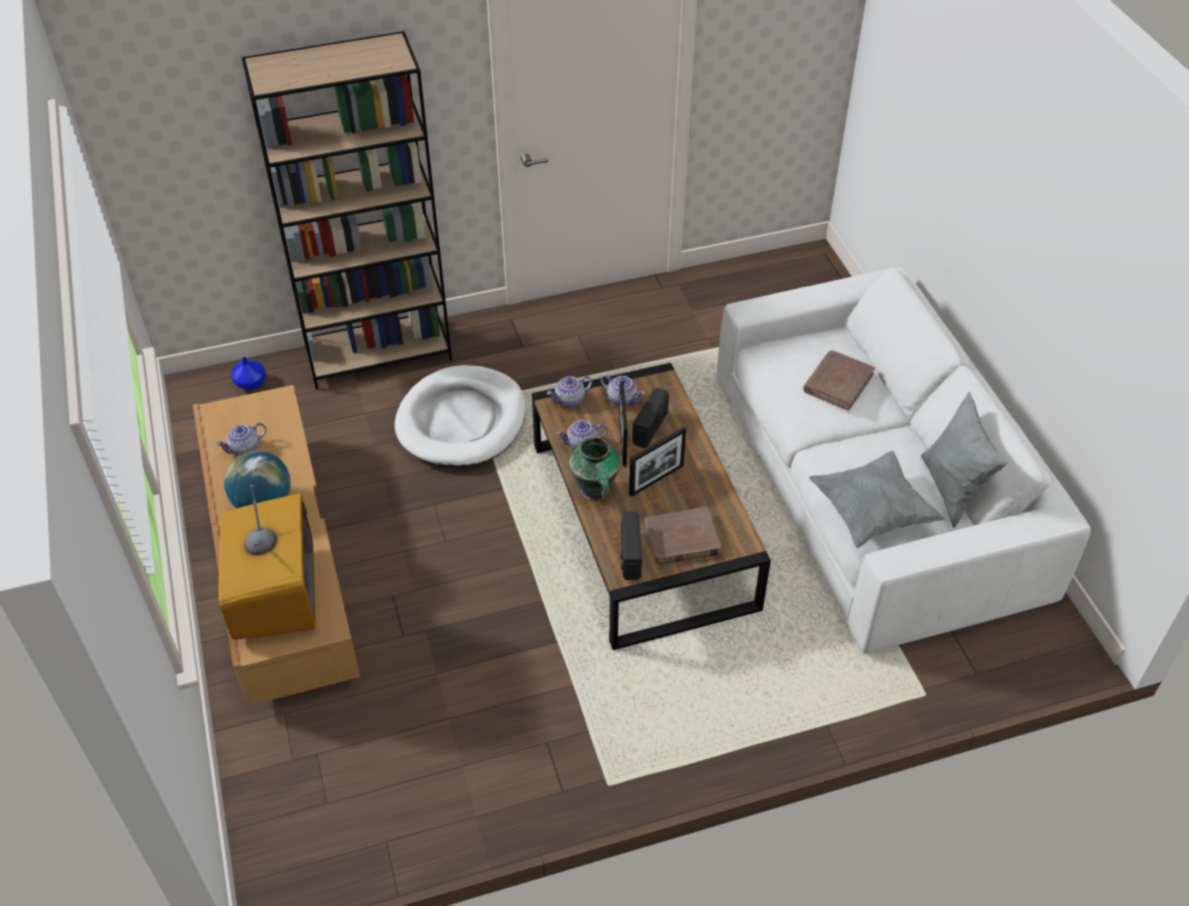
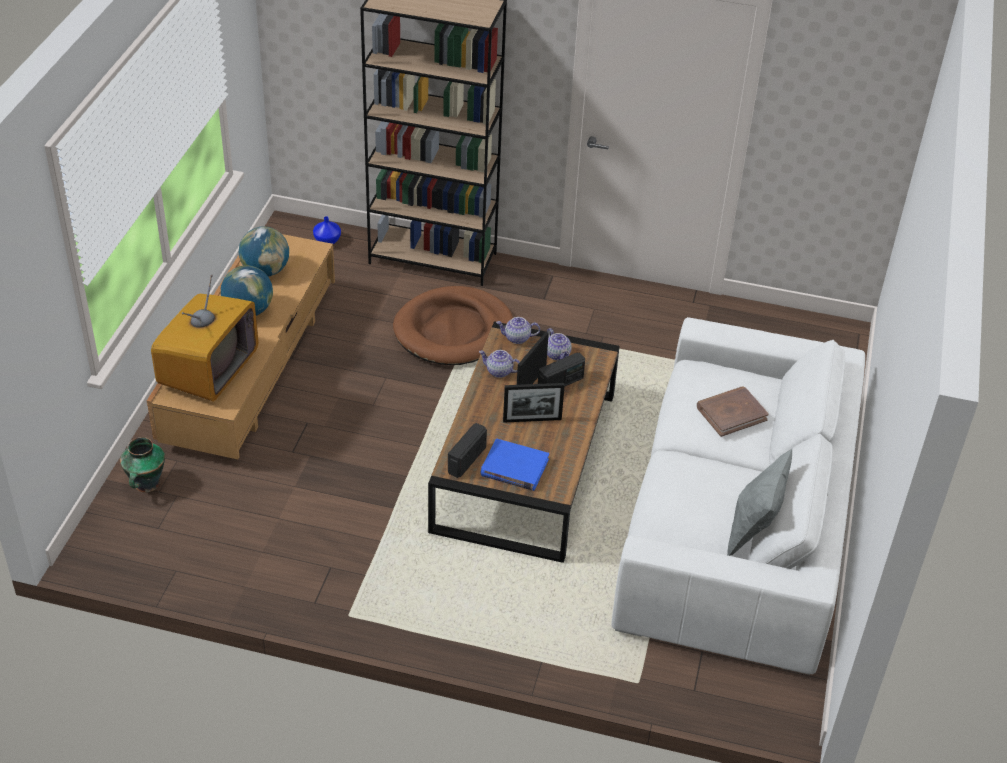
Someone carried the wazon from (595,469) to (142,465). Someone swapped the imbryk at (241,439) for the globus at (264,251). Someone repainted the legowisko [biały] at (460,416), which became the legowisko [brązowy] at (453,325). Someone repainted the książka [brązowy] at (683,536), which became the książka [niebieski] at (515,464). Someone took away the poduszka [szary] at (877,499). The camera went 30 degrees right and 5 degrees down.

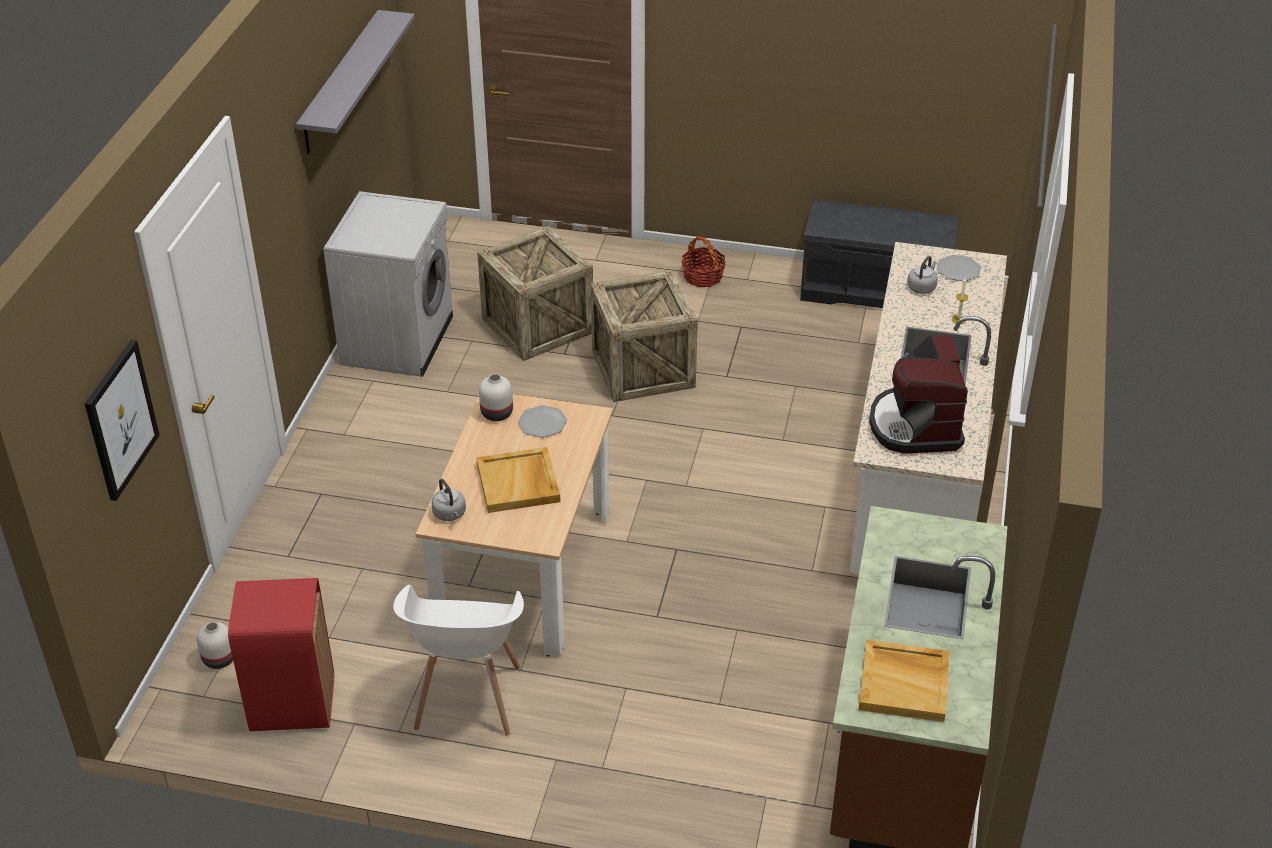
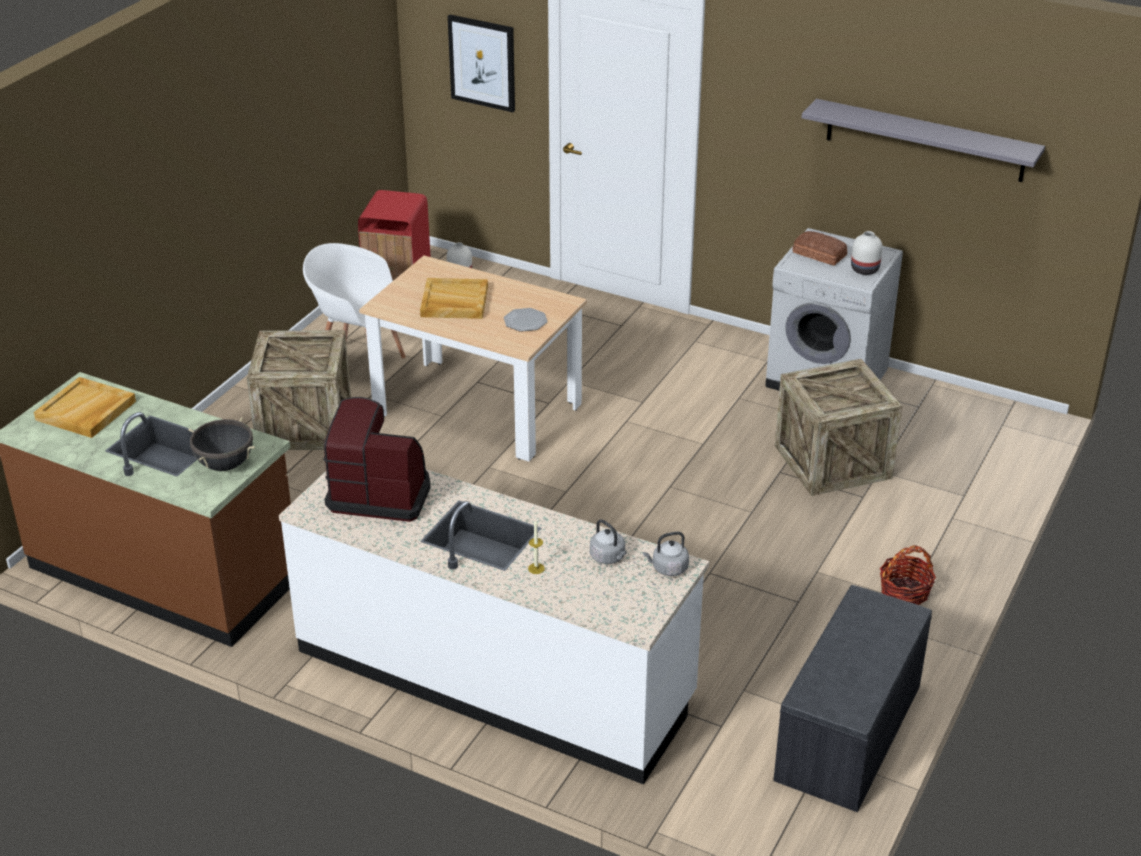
Someone put down the garnek [czarny] at (221,444). Someone carried the skrzynka from (644,336) to (299,390). Someone carried the czajnik [szary] from (449,500) to (666,554). Someone put down the chleb at (820,248). Someone carried the wazon [biały] from (496,397) to (867,253). Someone took away the talerz at (958,268). The camera went 105 degrees right and 5 degrees down.

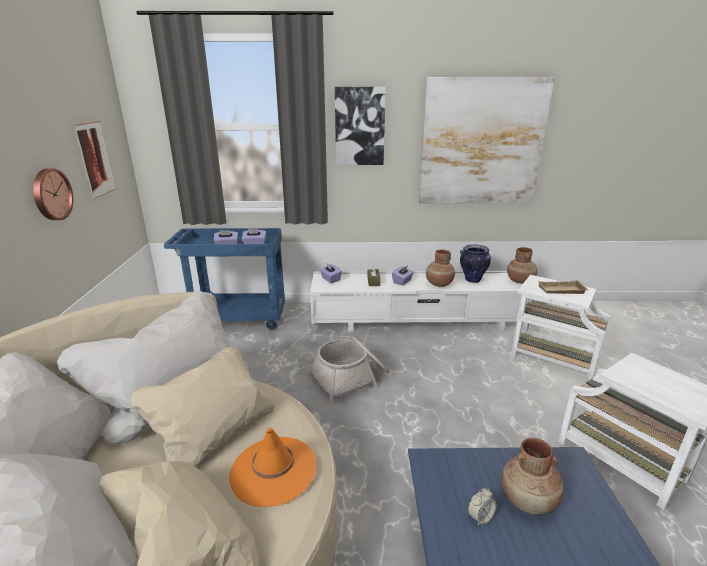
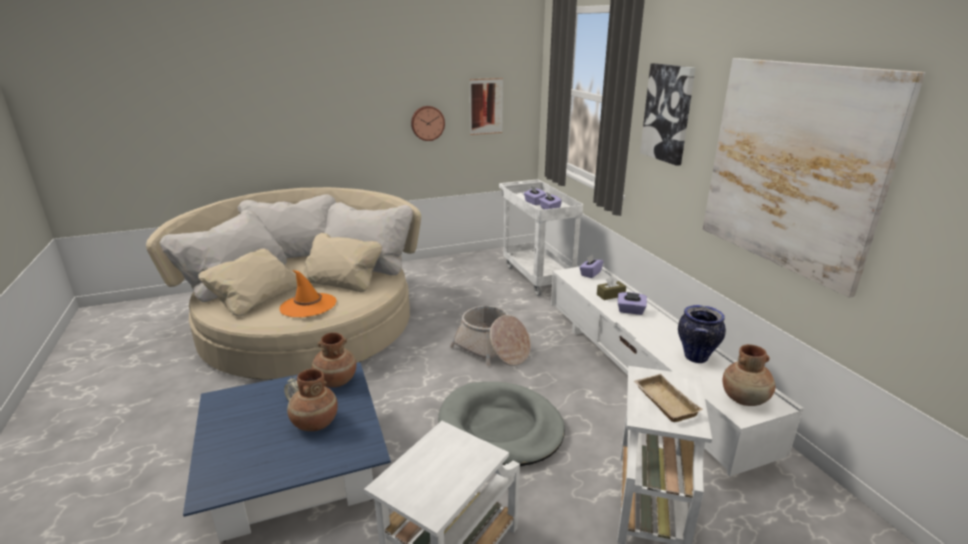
Someone carried the wazon [brązowy] from (440,268) to (334,360). Someone put down the legowisko [szary] at (501,424). Someone repainted the wózek [niebieski] at (224,279), which became the wózek [biały] at (541,237). The camera went 70 degrees right and 0 degrees up.

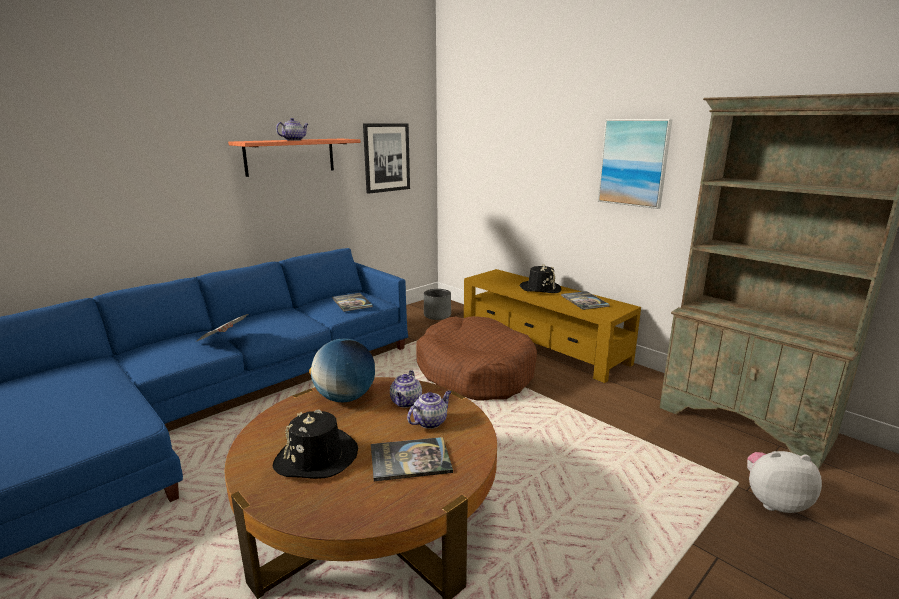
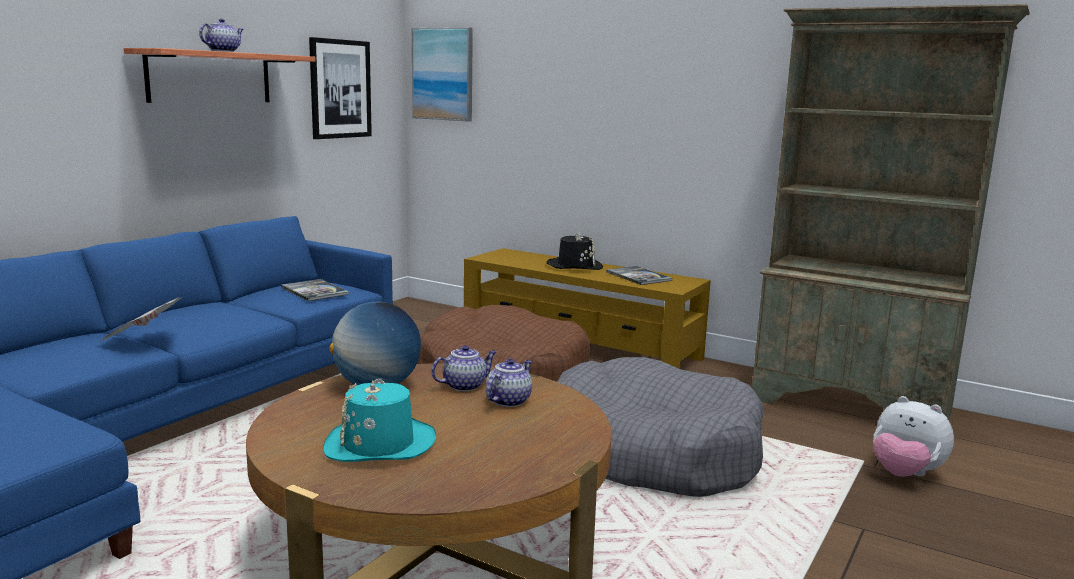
Someone repainted the kapelusz [czarny] at (315,444), which became the kapelusz [turkusowy] at (379,420). Someone carried the obraz from (635,164) to (442,74). Someone rotated the imbryk at (406,389) by 120 degrees counterclockwise. Someone put down the legowisko [szary] at (660,427). Someone rotated the pluszak at (784,482) by 135 degrees counterclockwise. Someone took away the książka at (412,459). Someone took away the donica [szary] at (437,304). The camera went 15 degrees left and 5 degrees down.

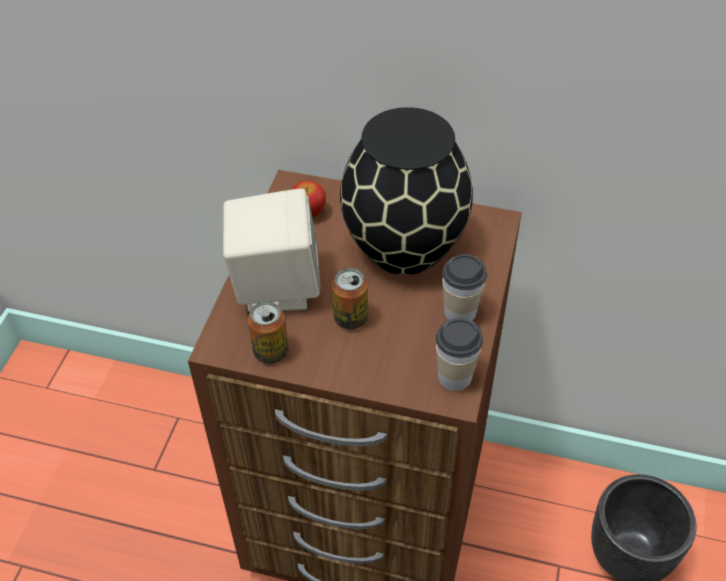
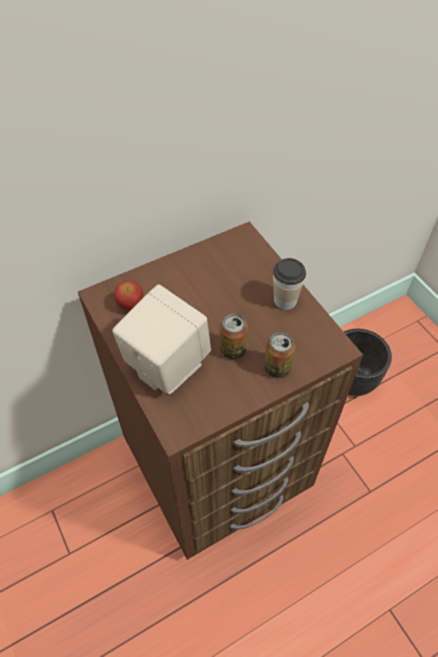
Someone carried the puszka from (268,332) to (279,355). Someone took away the wazon [czarny] at (406,191). Someone took away the filiżanka at (459,354). The camera went 45 degrees left and 5 degrees up.

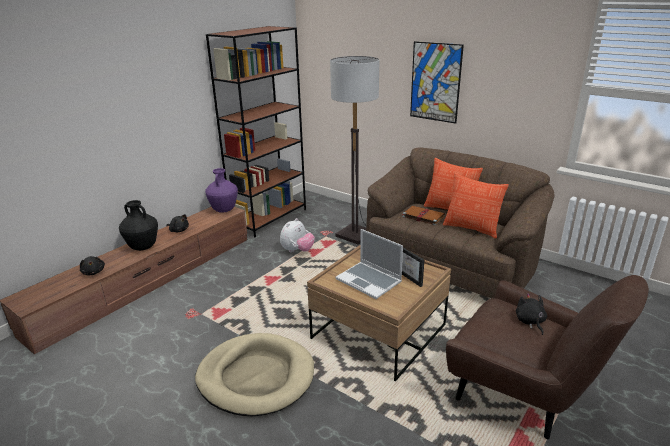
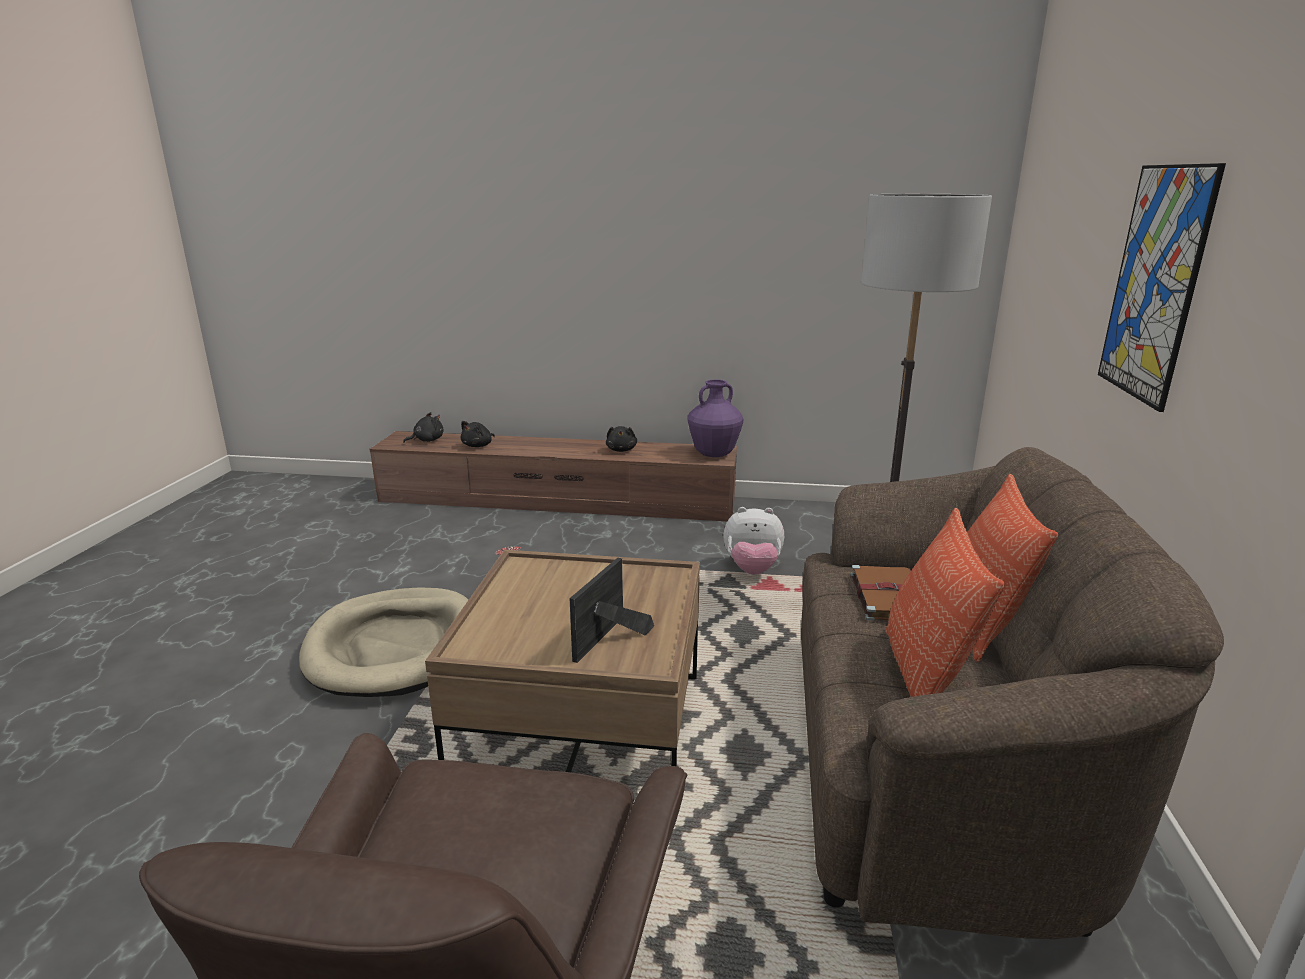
Someone carried the pluszak [czarny] from (531,314) to (423,427). Someone took away the wazon [czarny] at (138,225). Someone took away the regał [brązowy] at (256,131). Someone took away the laptop at (369,264). The camera went 60 degrees right and 5 degrees down.

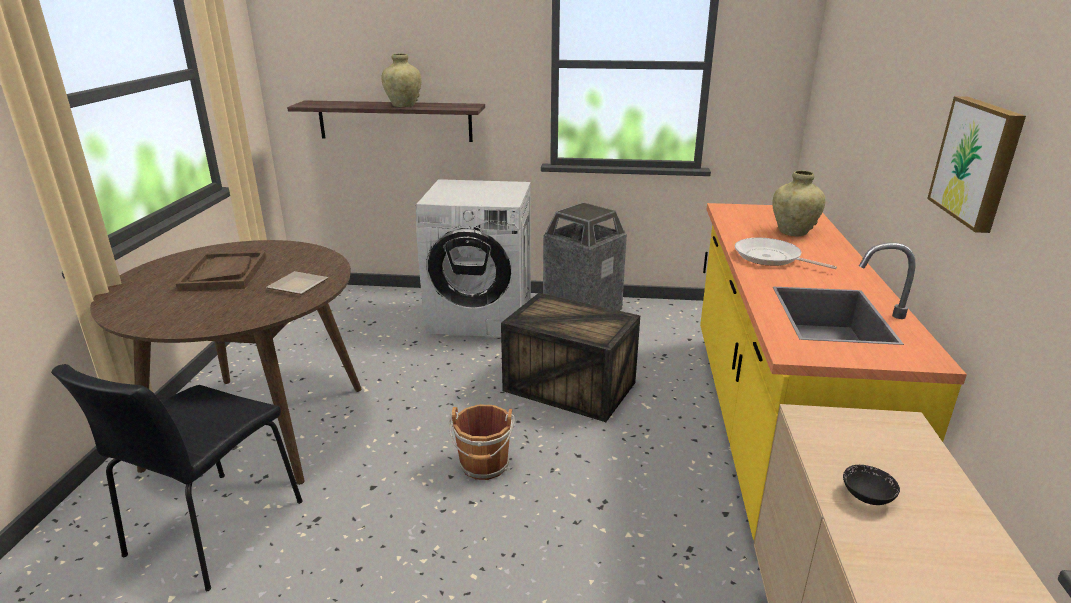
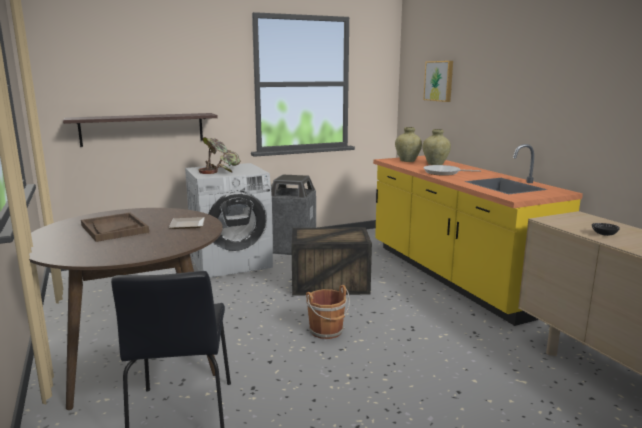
Someone put down the roślina doniczkowa at (220,155). Someone carried the wazon [beżowy] from (401,80) to (408,144). Someone carried the obraz from (976,164) to (438,81). The camera went 30 degrees left and 10 degrees down.

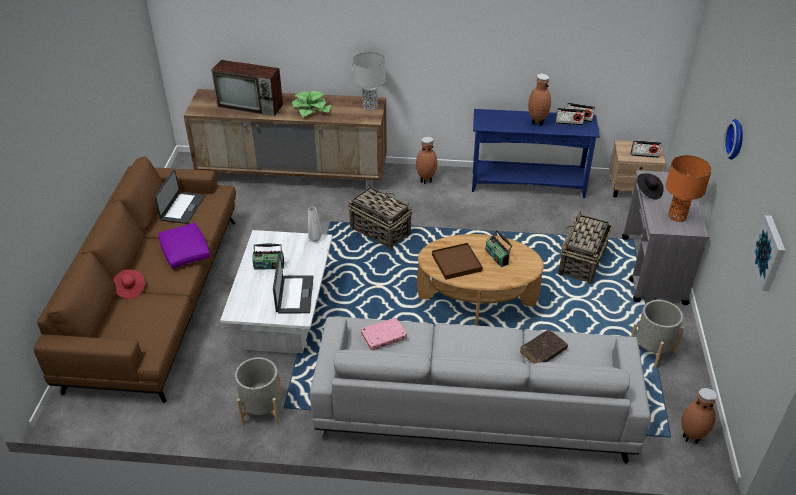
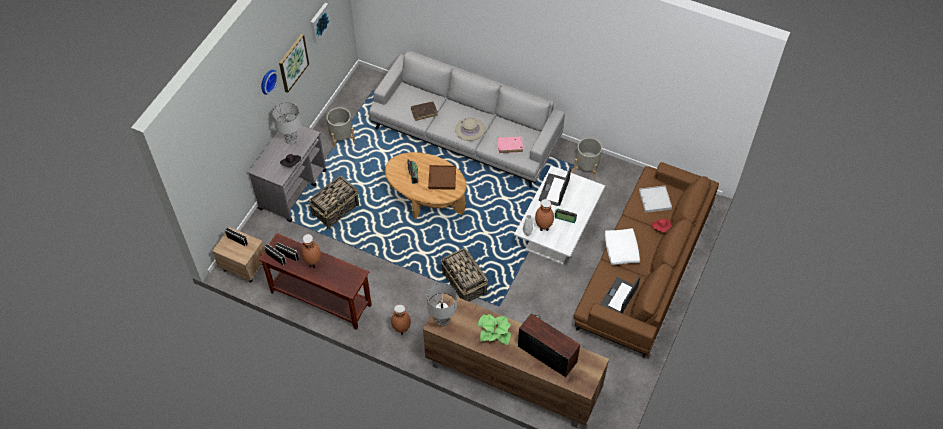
Someone repainted the stolik konsolowy [niebieski] at (536,153), which became the stolik konsolowy [brązowy] at (315,281). Someone repainted the lampa stołowa [pomarańczowy] at (689,188), which became the lampa stołowa [biały] at (286,123). Someone put up the obraz at (294,63). Someone put down the kapelusz [beżowy] at (470,129). Someone carried the wazon [brązowy] from (699,416) to (544,215). Someone repainted the poduszka [fioletowy] at (184,245), which became the poduszka [biały] at (622,246). Someone put down the taca [biały] at (655,199). The camera went 160 degrees left and 15 degrees up.

